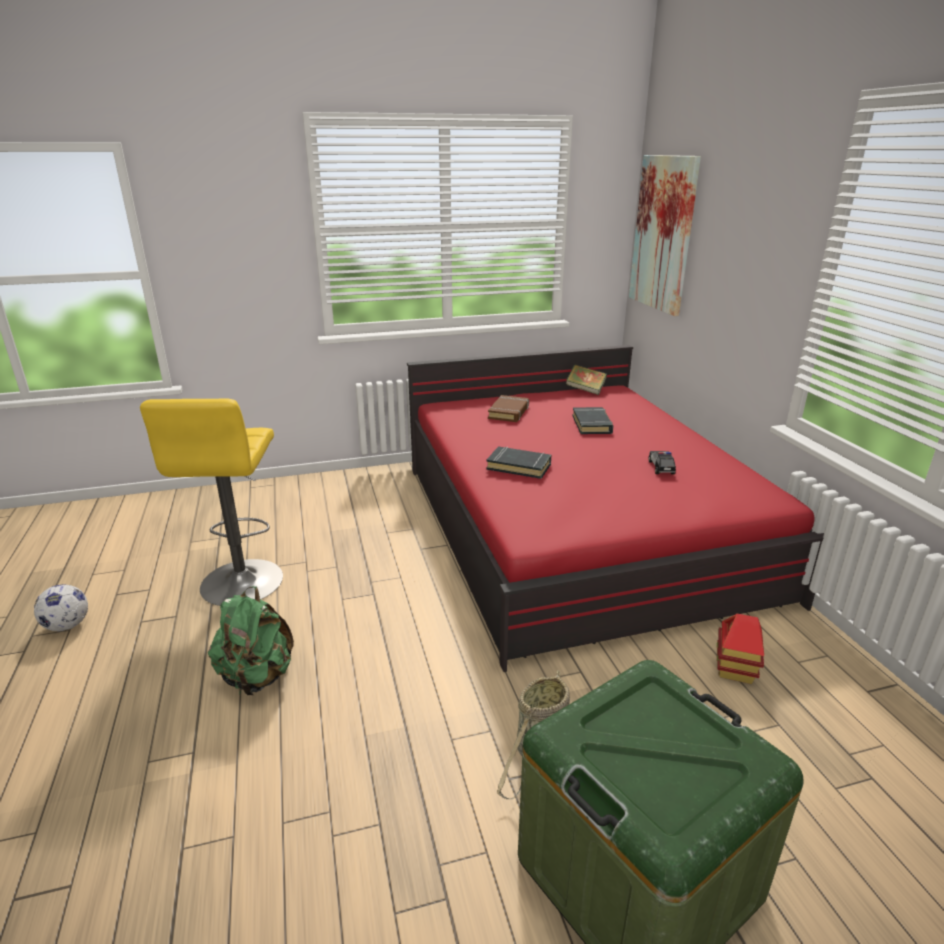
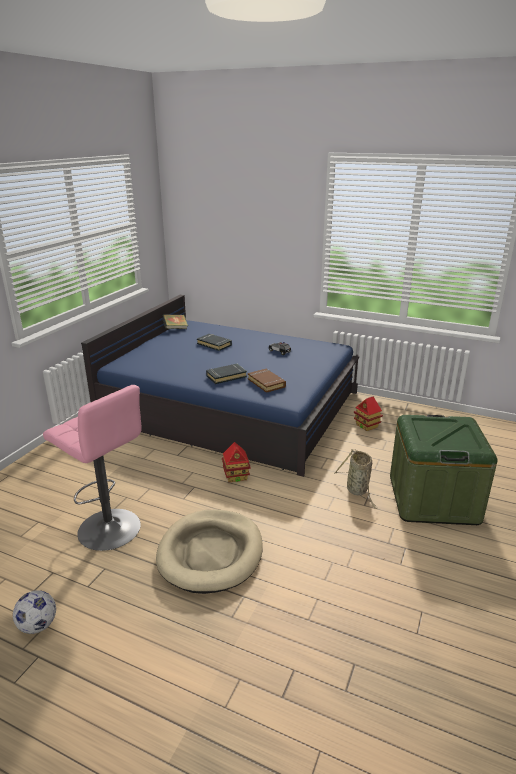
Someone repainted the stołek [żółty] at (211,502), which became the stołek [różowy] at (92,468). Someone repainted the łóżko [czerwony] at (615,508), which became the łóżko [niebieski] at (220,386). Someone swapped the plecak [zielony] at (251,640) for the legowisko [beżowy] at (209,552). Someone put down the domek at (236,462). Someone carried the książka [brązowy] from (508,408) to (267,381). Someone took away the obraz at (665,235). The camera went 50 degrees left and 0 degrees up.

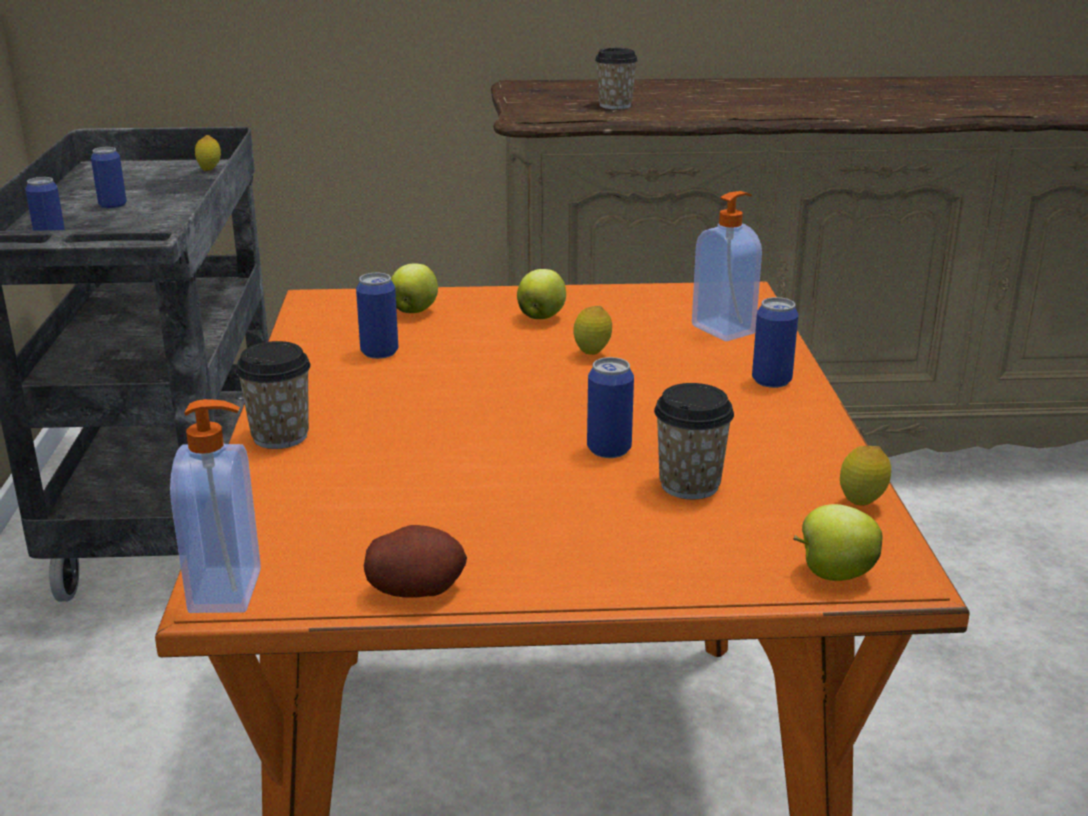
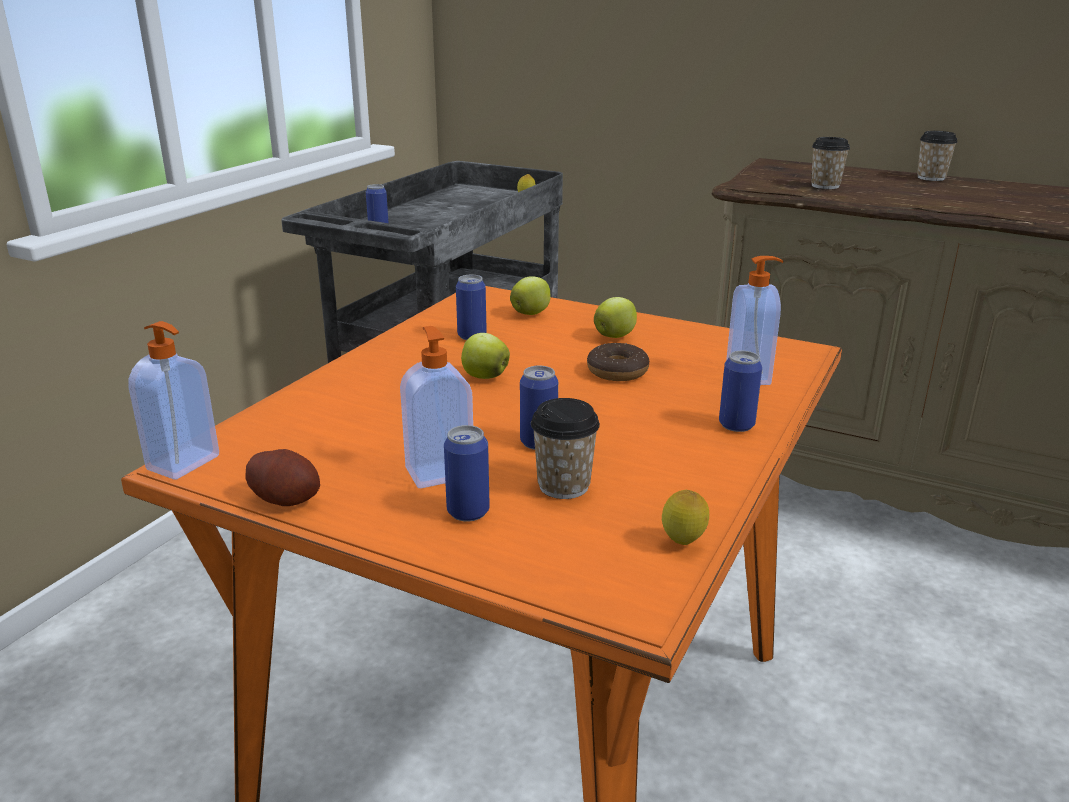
Someone put down the dozownik mydła at (436,407). Someone carried the puszka from (109,178) to (467,473). Someone carried the jabłko from (838,542) to (485,356). Someone swapped the cytryna at (592,330) for the donut at (618,362). Someone carried the filiżanka from (273,395) to (937,156). The camera went 30 degrees right and 0 degrees up.

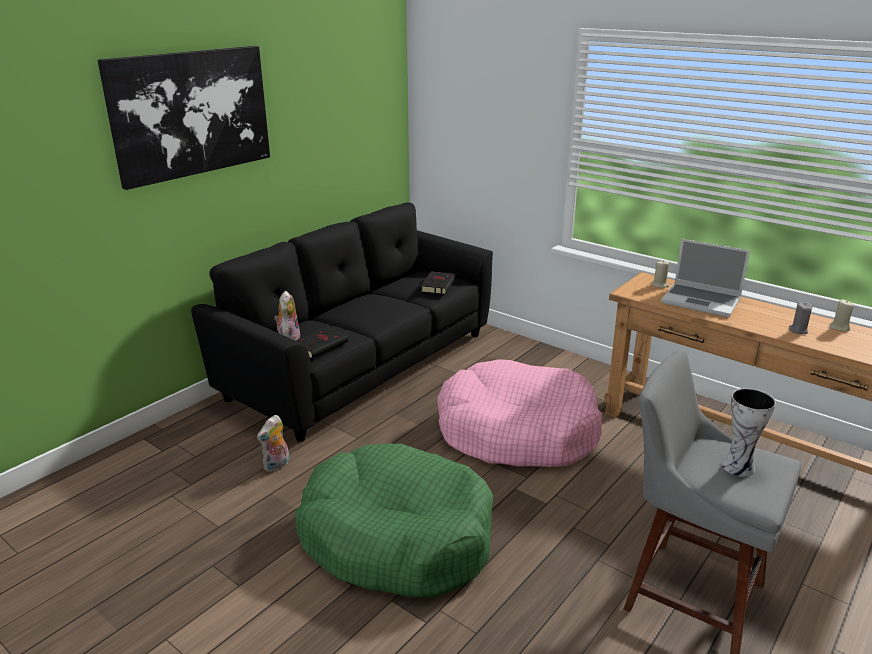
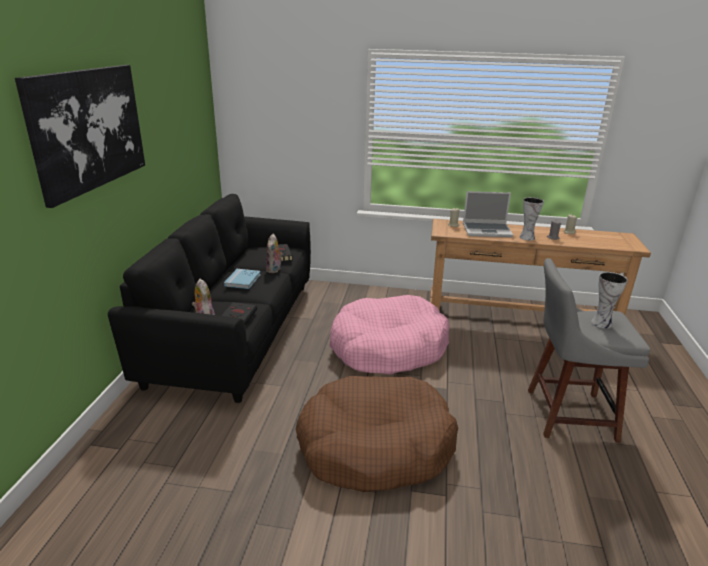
Someone put down the książka [niebieski] at (242,279). Someone carried the pluszak from (273,443) to (274,253). Someone repainted the legowisko [zielony] at (394,521), which became the legowisko [brązowy] at (377,434). Someone put down the wazon at (531,219). The camera went 30 degrees left and 0 degrees up.

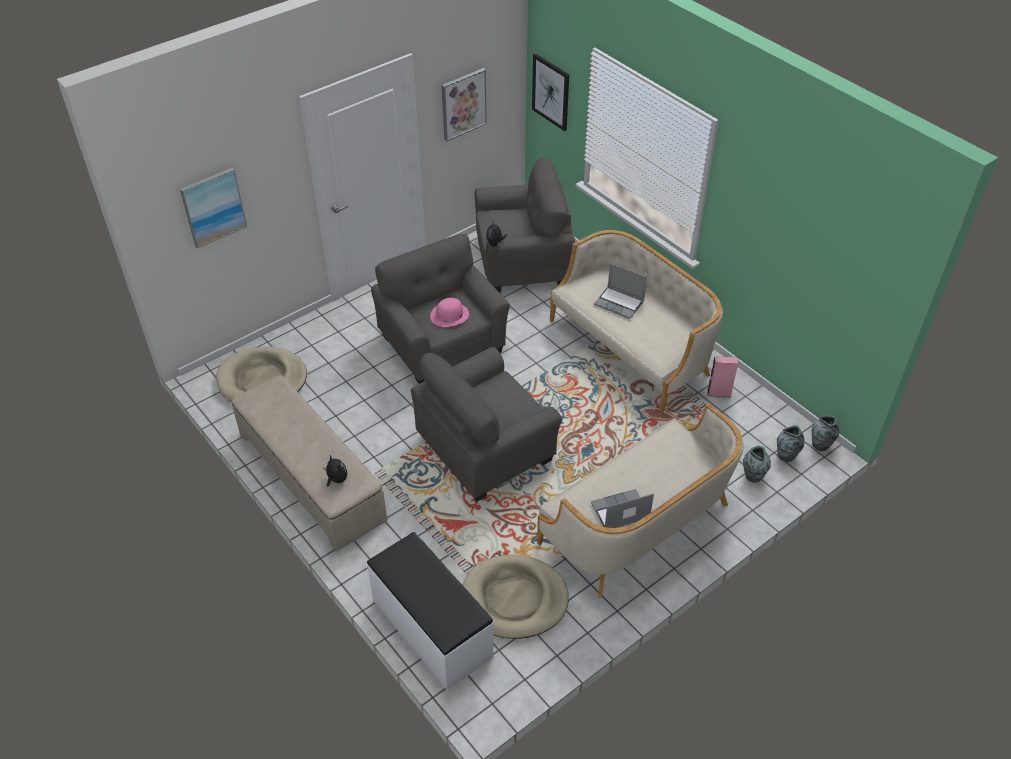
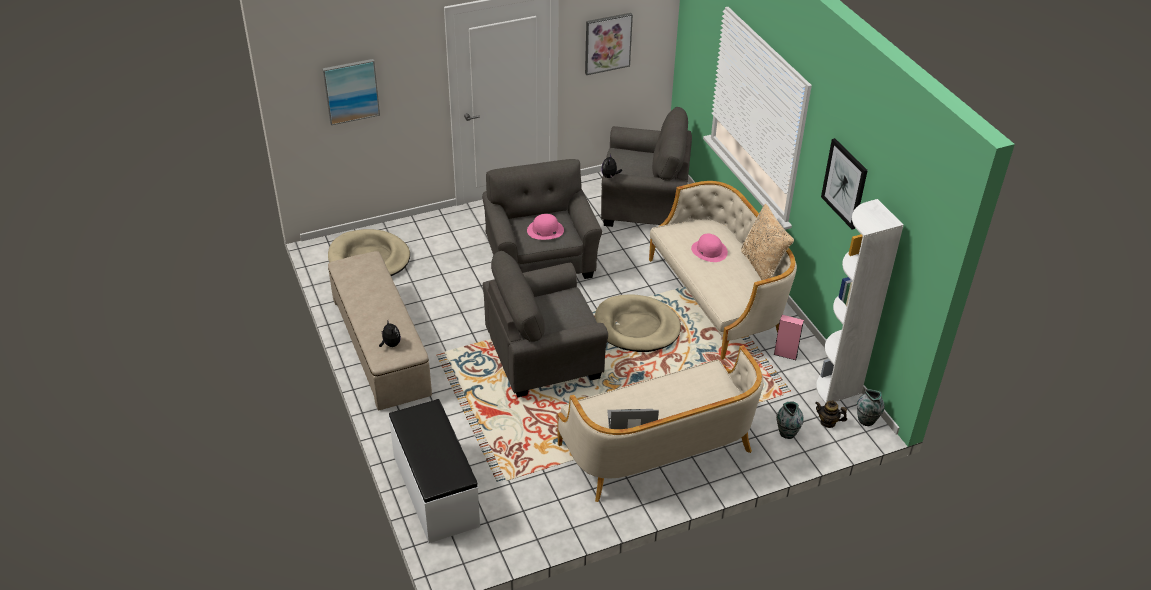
Someone carried the legowisko [beżowy] from (516,596) to (638,323). Someone swapped the laptop at (620,291) for the kapelusz [różowy] at (709,248). Someone put down the poduszka [beżowy] at (767,242). Someone swapped the wazon at (791,443) for the imbryk at (831,414). Someone put down the regał [biały] at (859,301). Someone carried the obraz from (550,92) to (844,184). The camera went 15 degrees right and 5 degrees down.

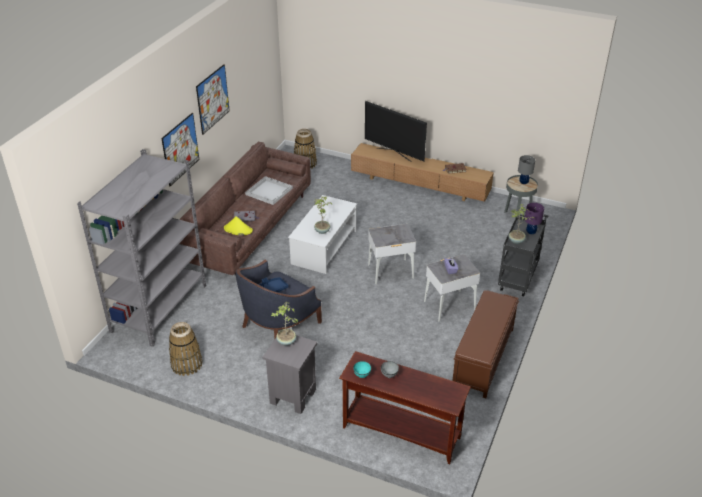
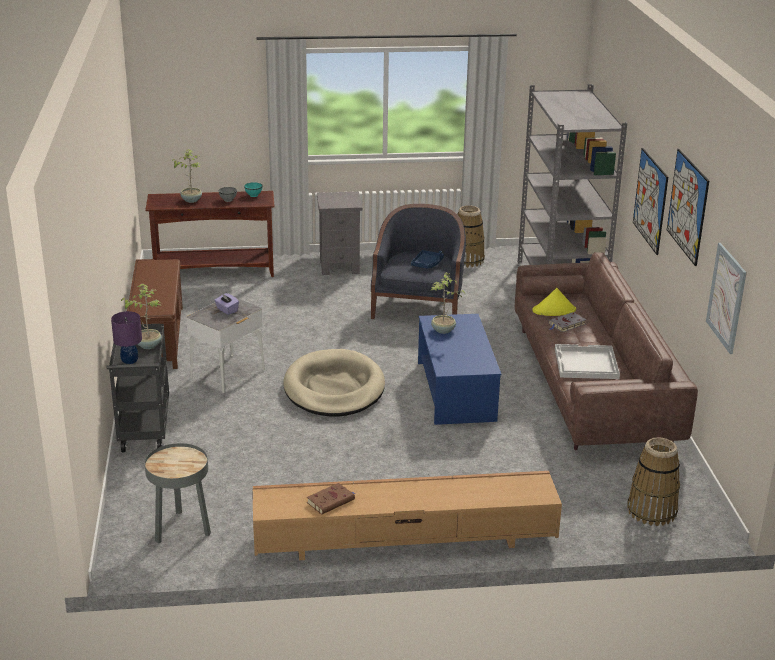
Someone carried the roślina doniczkowa from (284,324) to (187,176). Someone swapped the stolik at (392,254) for the legowisko [beżowy] at (334,383). Someone repainted the ława [biały] at (322,234), which became the ława [niebieski] at (459,369). Someone put up the obraz at (726,298). Someone took away the telewizor at (396,131). Someone took away the lampa stołowa [szary] at (526,169). The camera went 150 degrees right and 10 degrees down.

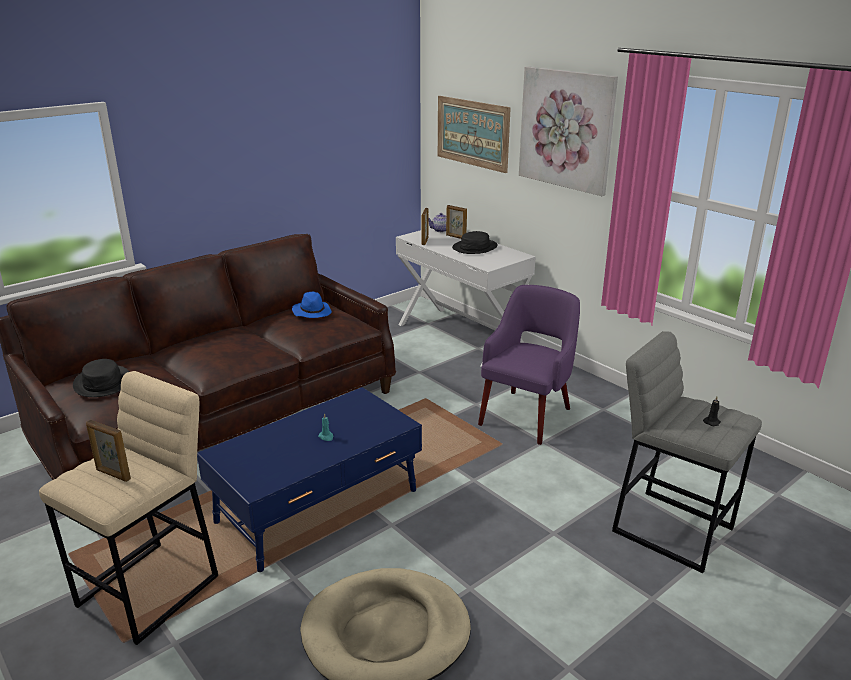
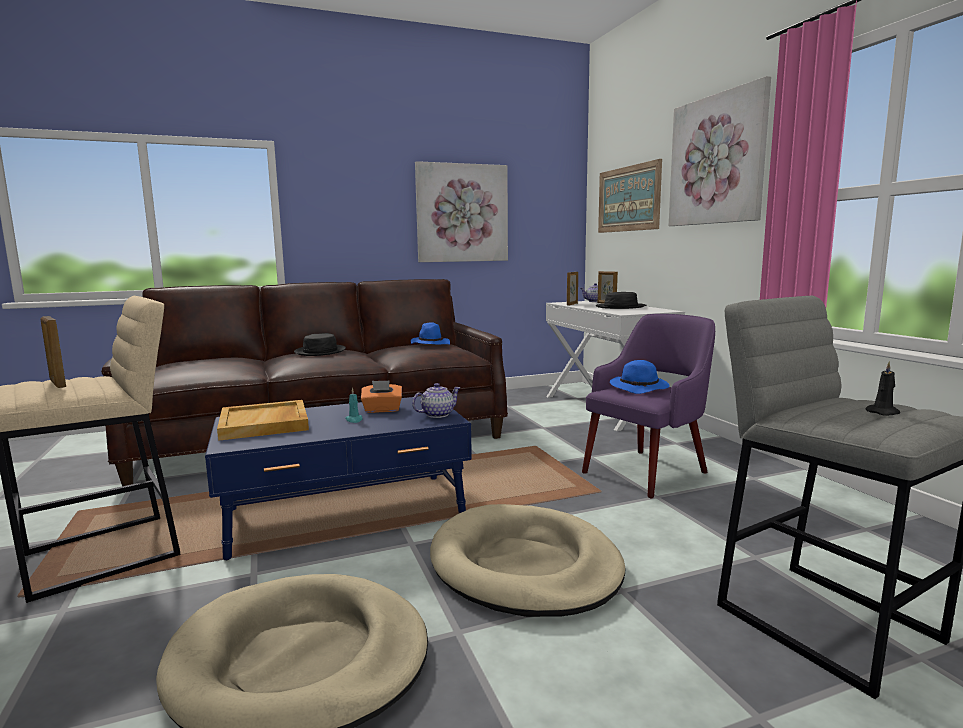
Someone put down the taca [beżowy] at (263,420). Someone carried the kapelusz [czarny] from (101,378) to (320,344). Someone put down the pudełko chusteczek [pomarańczowy] at (381,396). Someone put down the imbryk at (436,400). Someone put up the obraz at (461,211). Someone put down the legowisko [beżowy] at (527,560). Someone put down the kapelusz [niebieski] at (640,377). The camera went 20 degrees right and 15 degrees down.

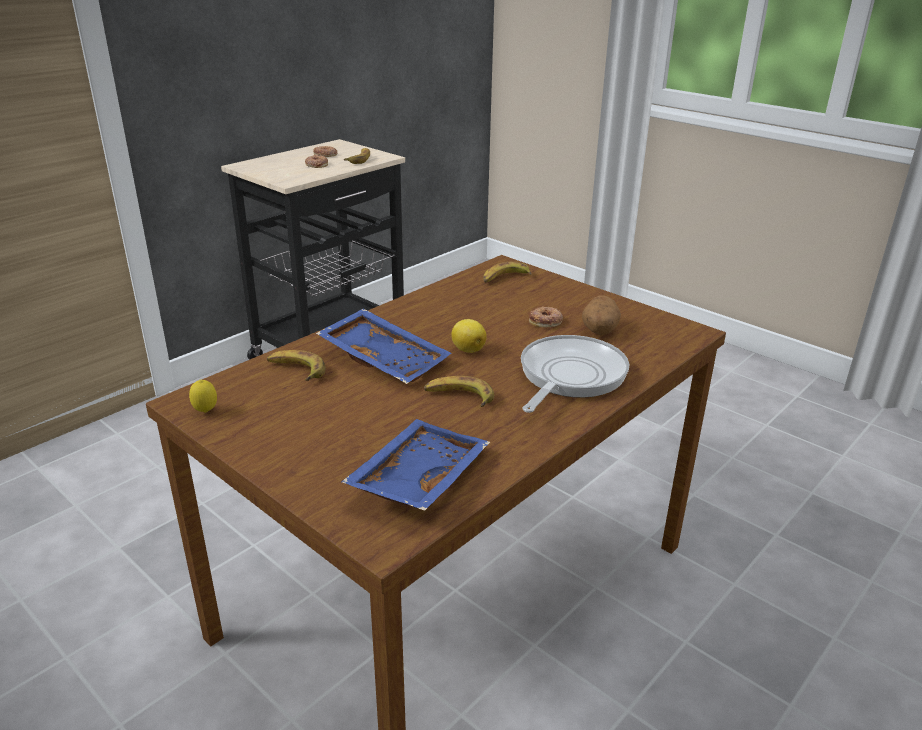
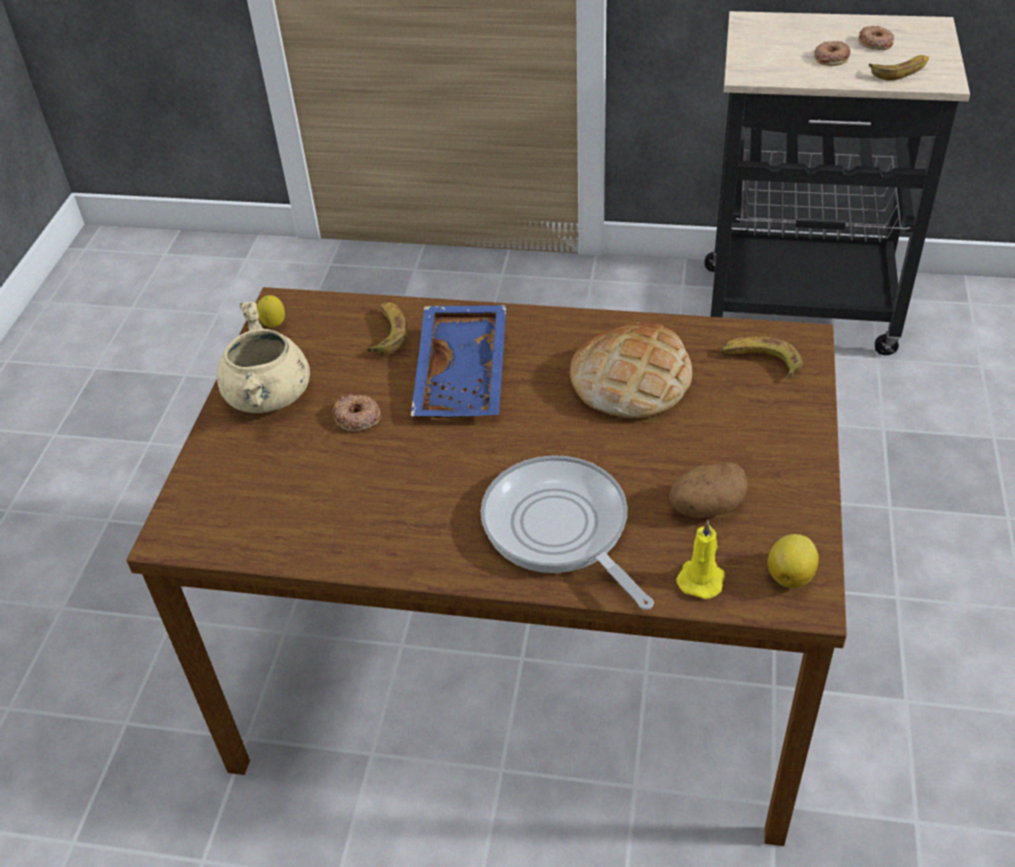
Someone put down the garnek [beżowy] at (263,357). Someone carried the donut from (546,316) to (356,412). Someone rotated the patelnia at (575,374) by 120 degrees counterclockwise. Someone put down the chleb at (631,370). Someone put down the świeca [żółty] at (700,559). Someone carried the cytryna from (469,336) to (793,561). Someone took away the taca [niebieski] at (415,465). Someone took away the banan at (459,391). The camera went 60 degrees right and 15 degrees up.

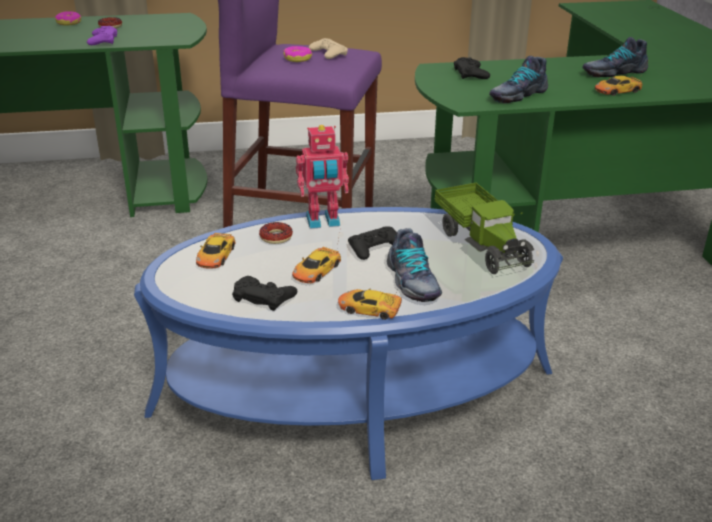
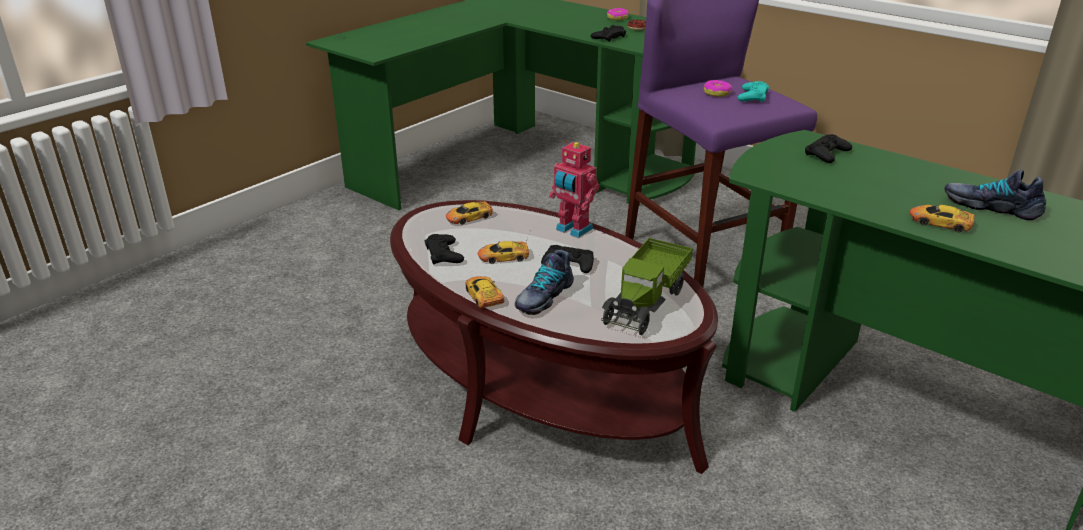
Someone repainted the ława [niebieski] at (348,343), which became the ława [brązowy] at (554,337). Someone repainted the pad do gier [fioletowy] at (102,35), which became the pad do gier [czarny] at (608,33). Someone repainted the pad do gier [beżowy] at (328,48), which became the pad do gier [turkusowy] at (753,91). Someone took away the donut at (276,233). Someone took away the but at (518,79). The camera went 50 degrees right and 0 degrees up.

